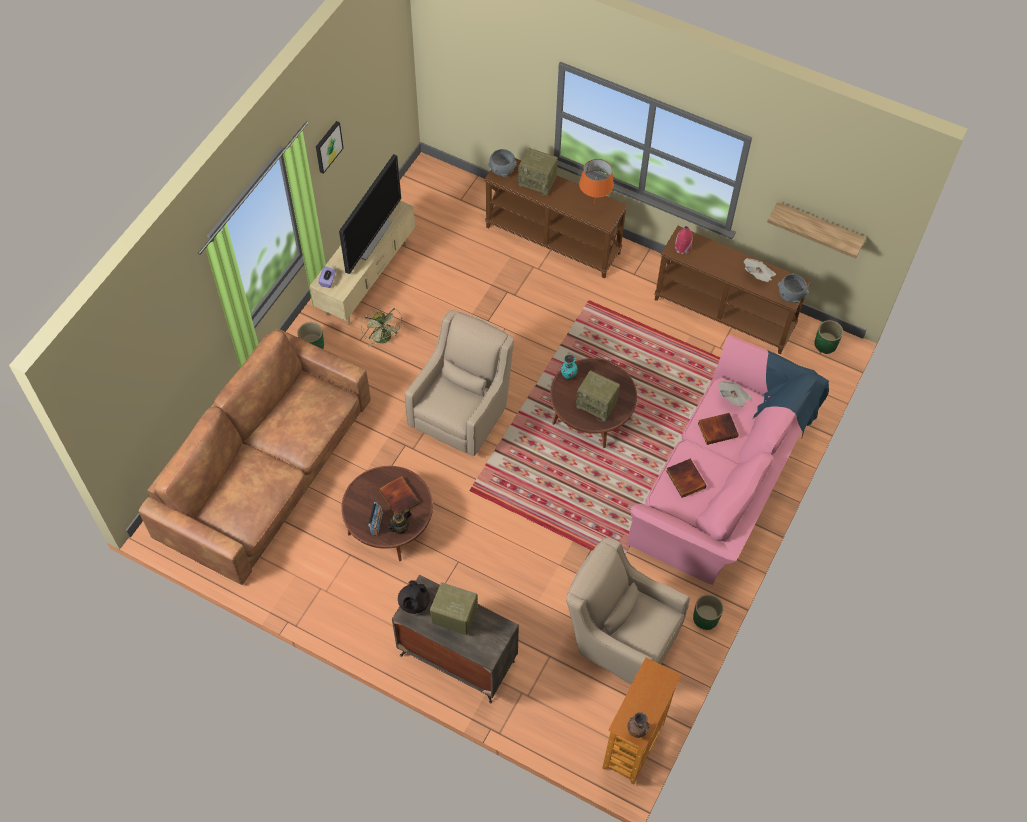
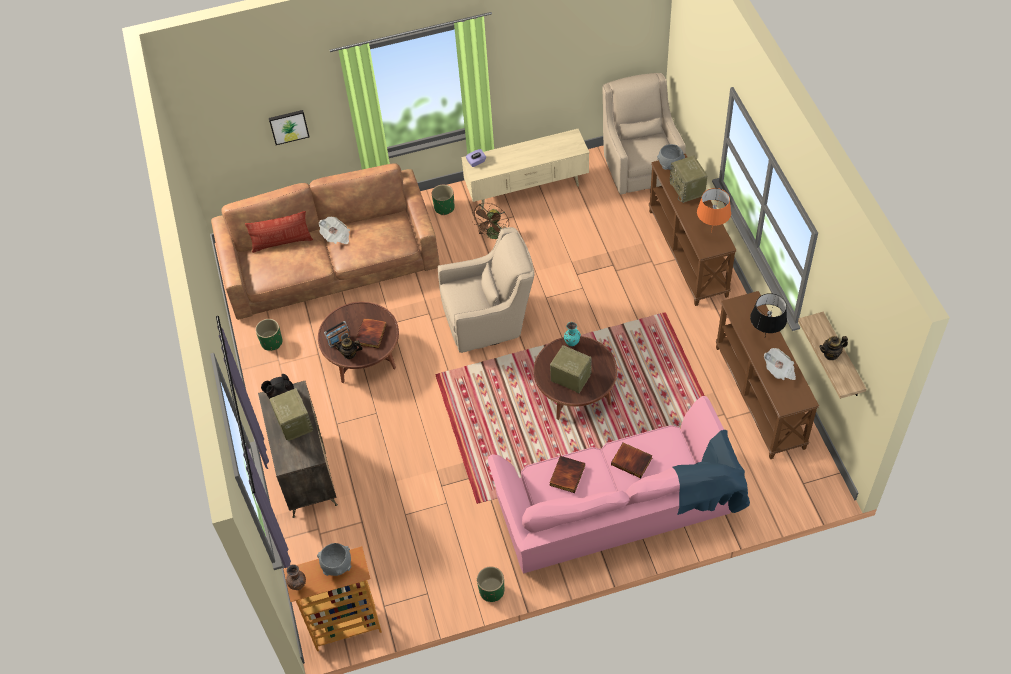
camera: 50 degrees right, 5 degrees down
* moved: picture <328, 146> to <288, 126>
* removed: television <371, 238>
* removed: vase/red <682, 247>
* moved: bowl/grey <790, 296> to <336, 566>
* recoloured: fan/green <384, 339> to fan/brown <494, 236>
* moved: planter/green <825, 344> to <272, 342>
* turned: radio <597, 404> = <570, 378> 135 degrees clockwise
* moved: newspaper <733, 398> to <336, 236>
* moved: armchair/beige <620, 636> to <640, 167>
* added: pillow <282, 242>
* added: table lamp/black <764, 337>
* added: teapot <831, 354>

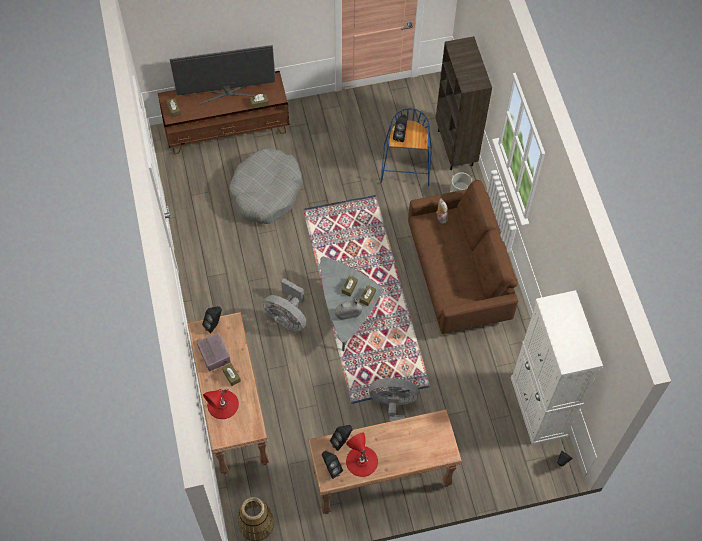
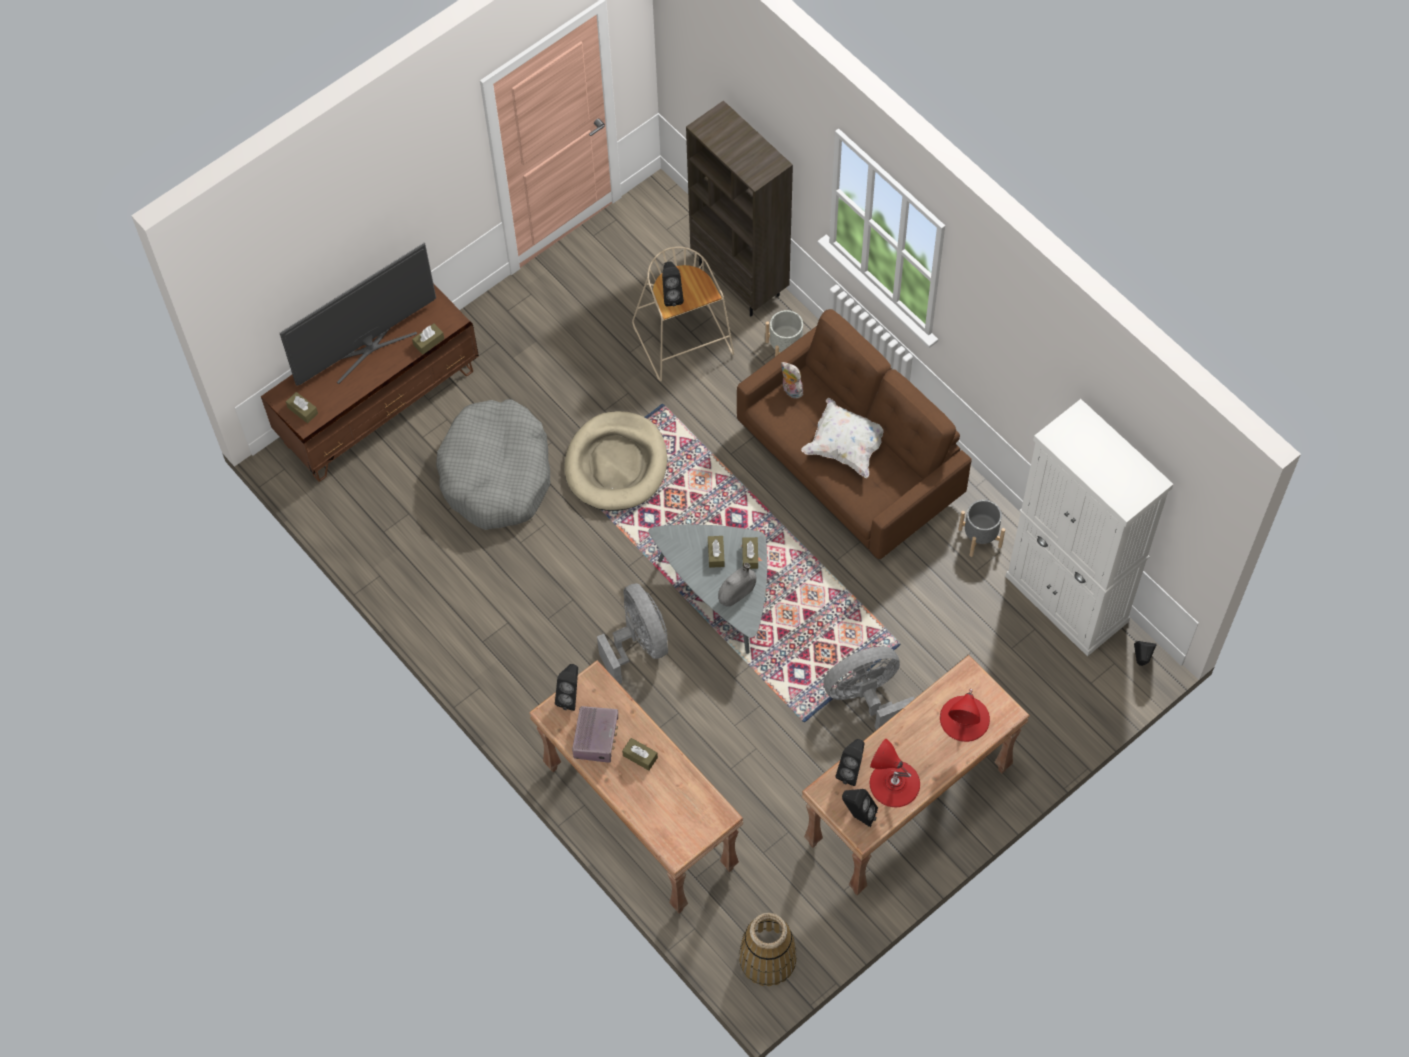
camera: 25 degrees left, 0 degrees up
* recoloured: stool/blue <406, 167> to stool/beige <685, 342>
* turned: fan/grey <287, 317> = <638, 644> 120 degrees counterclockwise
* turned: radio <214, 354> = <596, 738> 60 degrees clockwise
* moved: table lamp/red <223, 404> to <964, 718>
* added: pillow/white <846, 445>
* added: dog bed/beige <616, 464>
* added: planter/grey <980, 537>

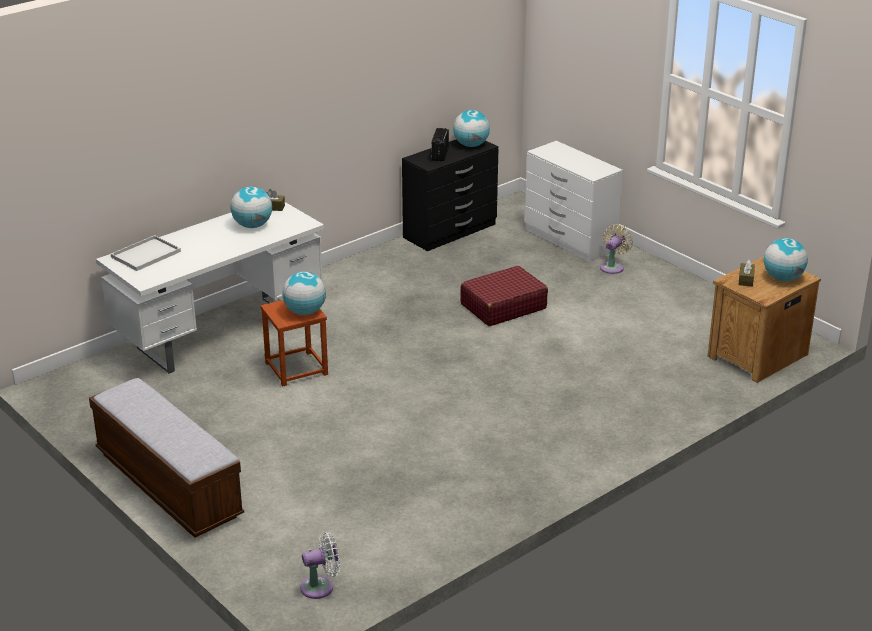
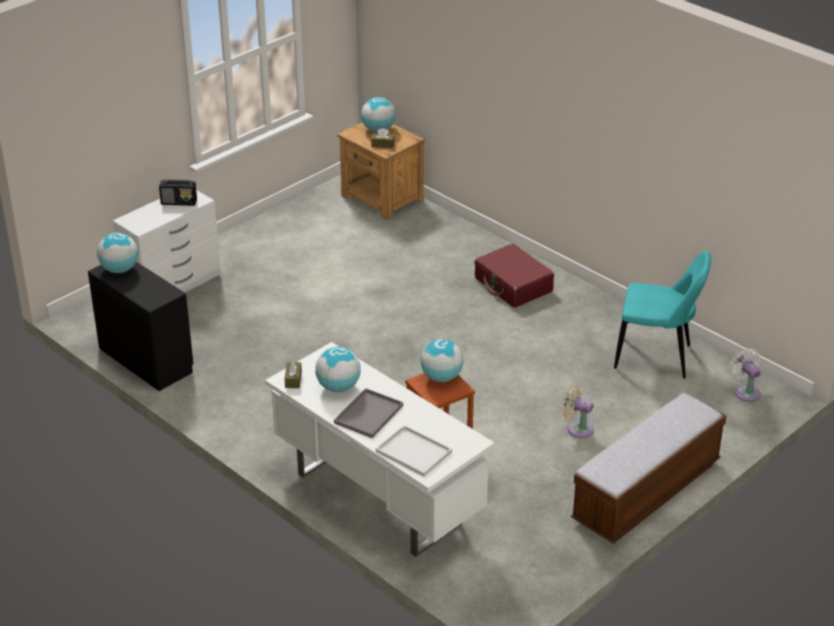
camera: 95 degrees left, 5 degrees up
* moved: radio <440, 154> to <179, 202>
* moved: fan/beige <613, 267> to <577, 428>
* moved: suitcase/red <503, 306> to <513, 285>
* added: chair/turquoise <657, 358>
* added: tray/grey <368, 413>

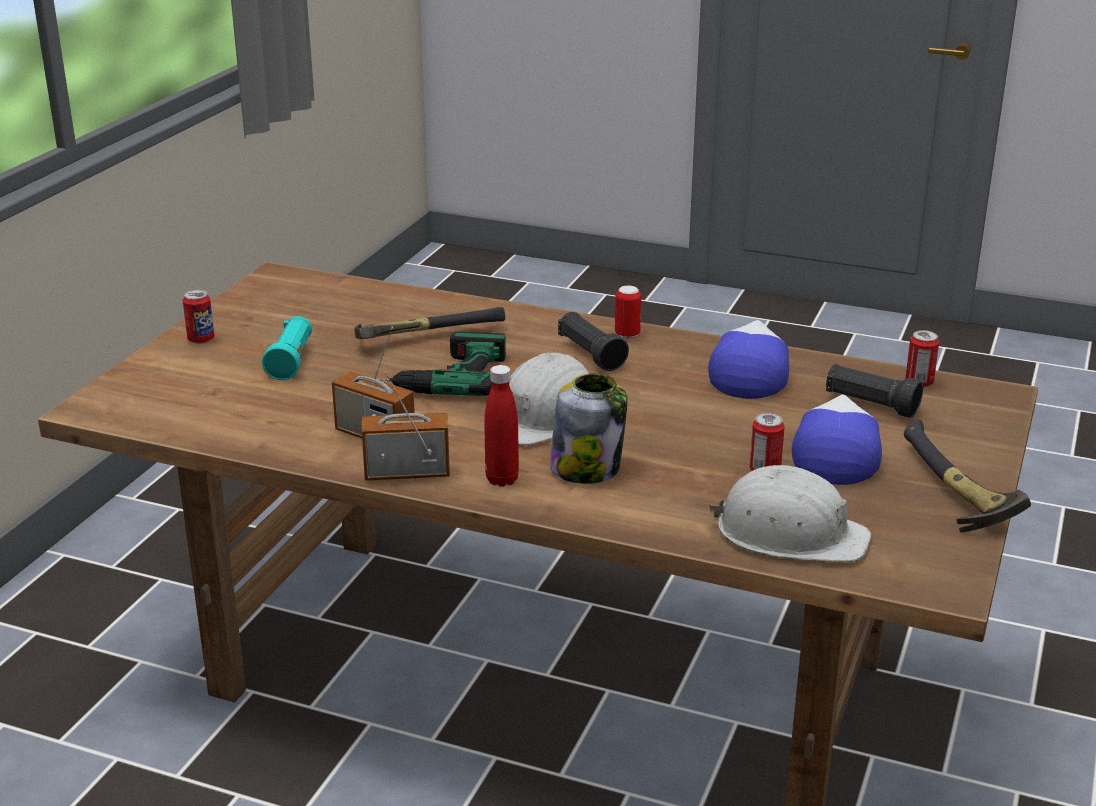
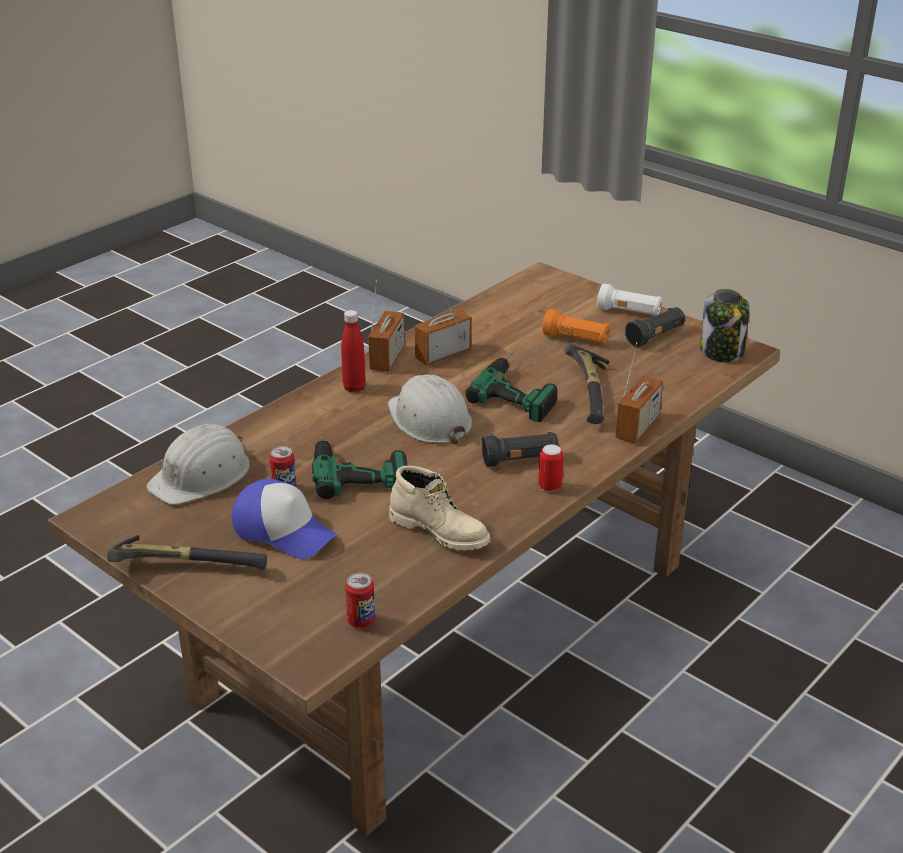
camera: 110 degrees right, 5 degrees up
* replaced: can <201, 340> to flashlight/white <629, 312>
* recoloured: flashlight/turquoise <291, 361> to flashlight/orange <576, 339>
* replaced: cap <750, 372> to boot/beige <440, 531>
* moved: flashlight/black <870, 405> to <655, 337>
* moved: jar <587, 468> to <722, 351>
* added: radio <637, 428>
* added: power drill <358, 467>

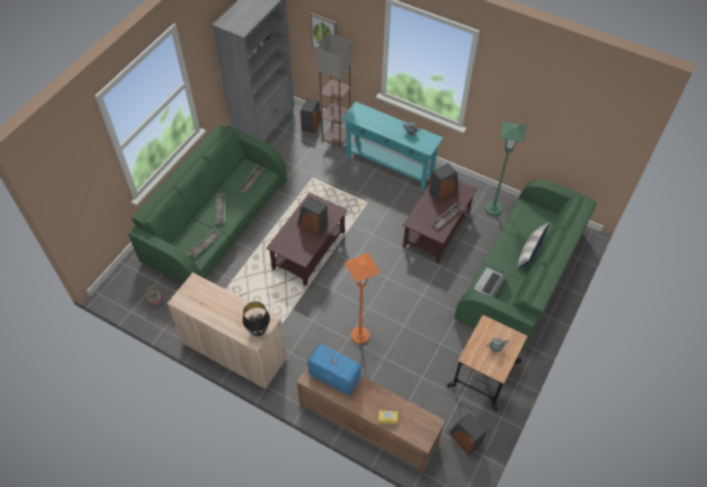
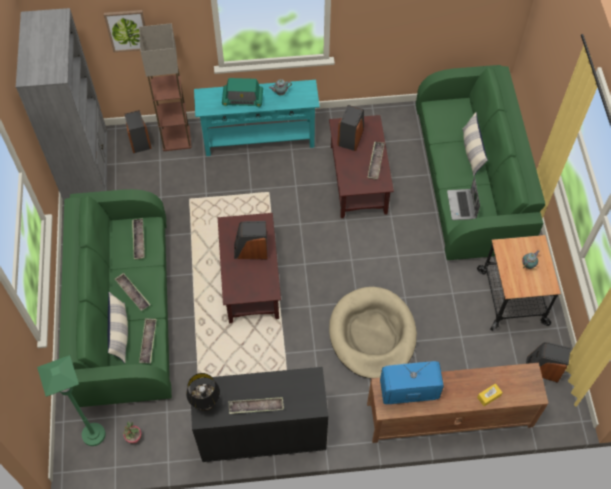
camera: 35 degrees left, 5 degrees up
* moved: floor lamp/green <493, 209> to <93, 434>
* replaced: floor lamp/orange <360, 335> to dog bed/beige <372, 334>
* recoloured: cabinet/beige <234, 350> to cabinet/black <262, 433>
* moved: table lamp/black <258, 331> to <206, 403>
* added: radio <242, 99>
* added: pillow <120, 333>
* added: tray <256, 407>

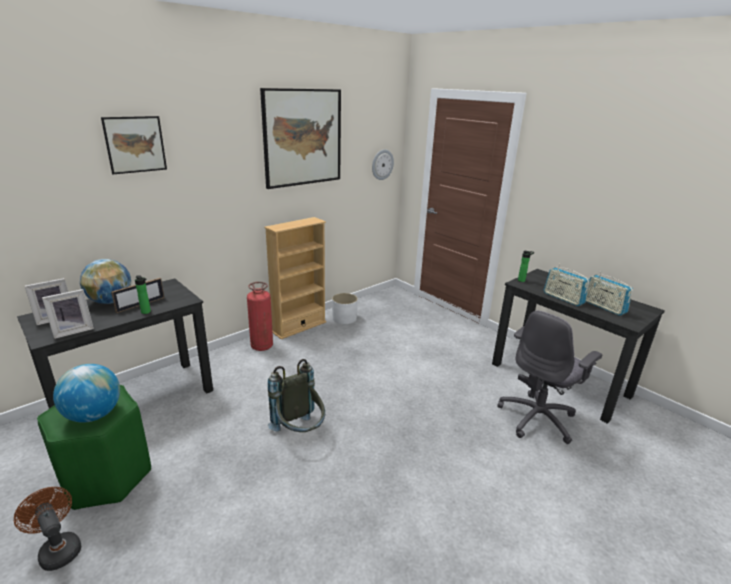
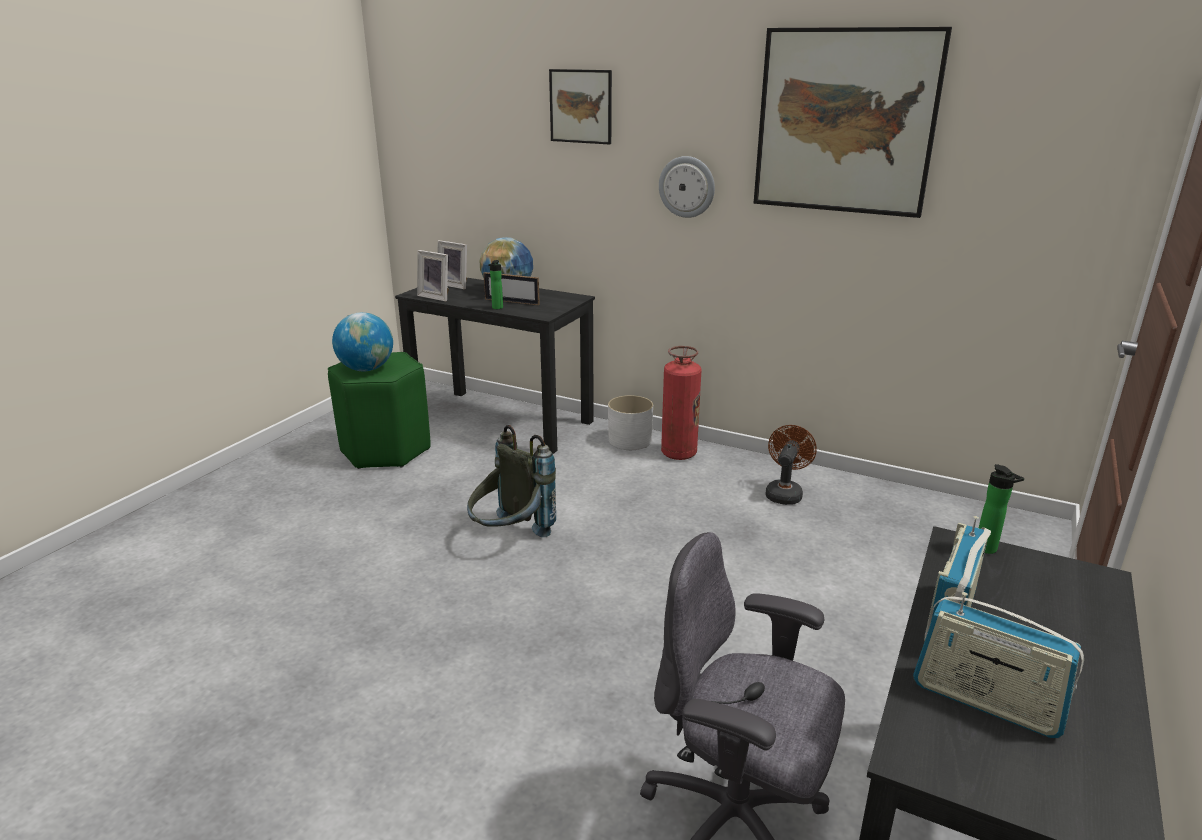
camera: 70 degrees right, 0 degrees up
* moved: wall clock <382, 164> to <687, 187>
* removed: bookcase/beige <299, 327>
* turned: radio <604, 307> = <986, 702> 90 degrees counterclockwise
* moved: planter/white <344, 318> to <630, 440>
* moved: fan/brown <58, 549> to <784, 493>

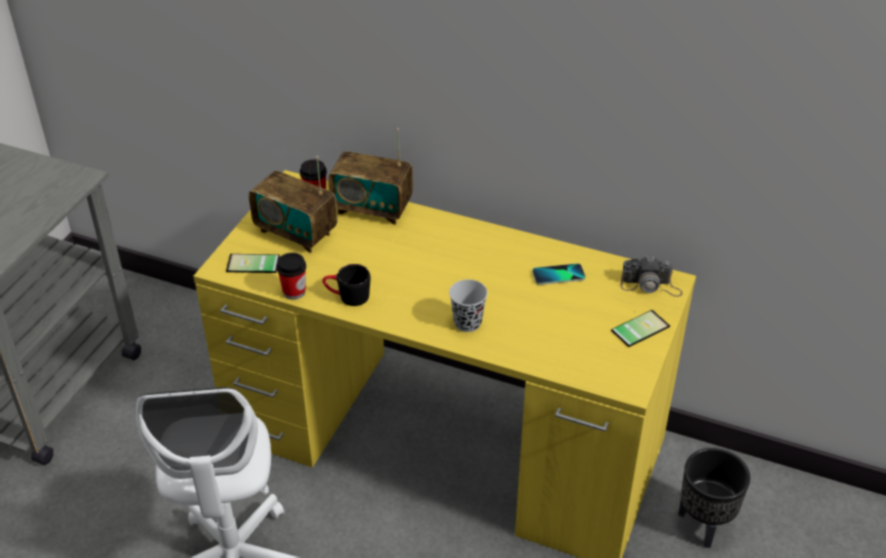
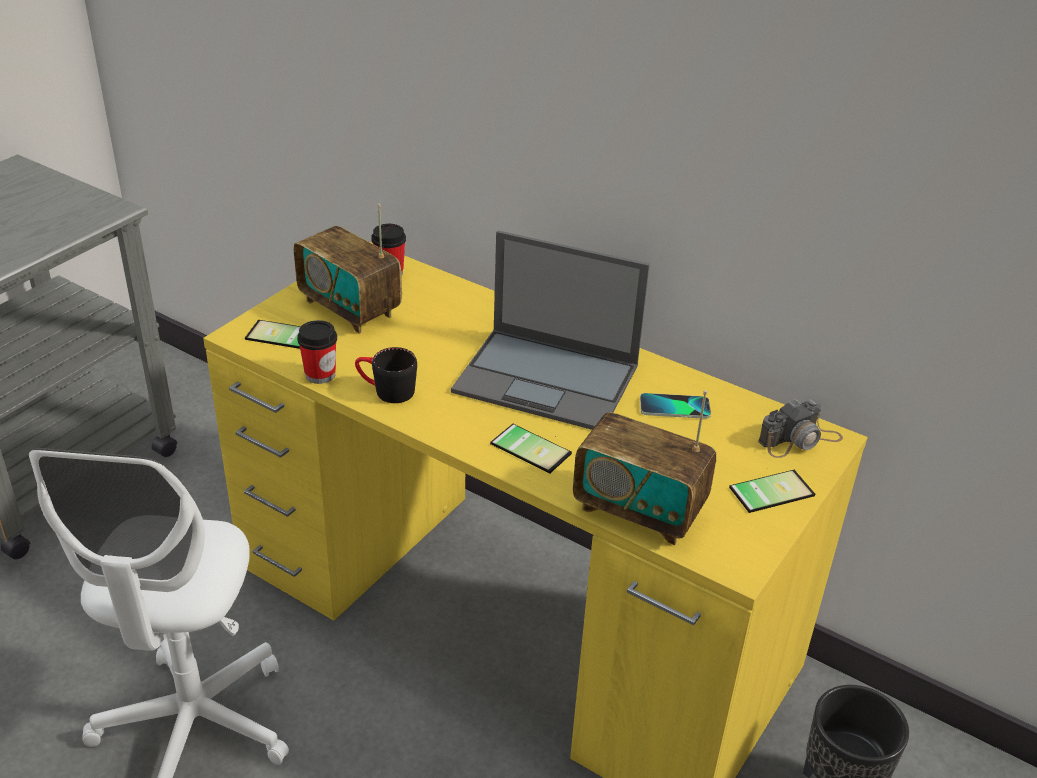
camera: 10 degrees right, 5 degrees down
* moved: radio <372, 208> to <639, 510>
* turned: photo camera <651, 286> = <800, 440> 45 degrees counterclockwise
* replaced: cup/black <467, 323> to phone <533, 446>
* added: laptop <548, 379>

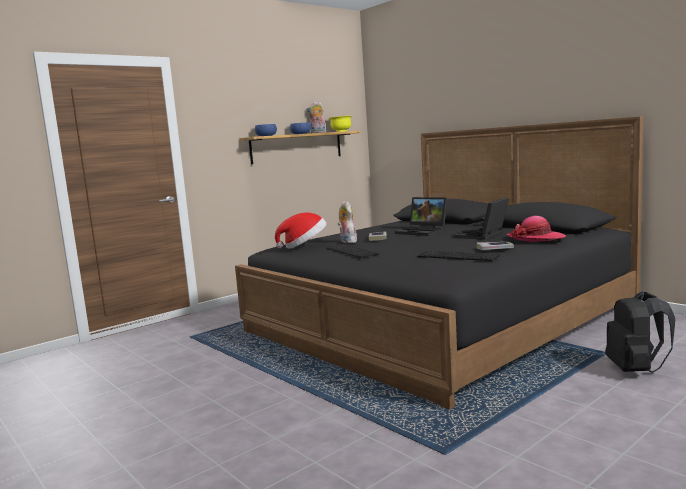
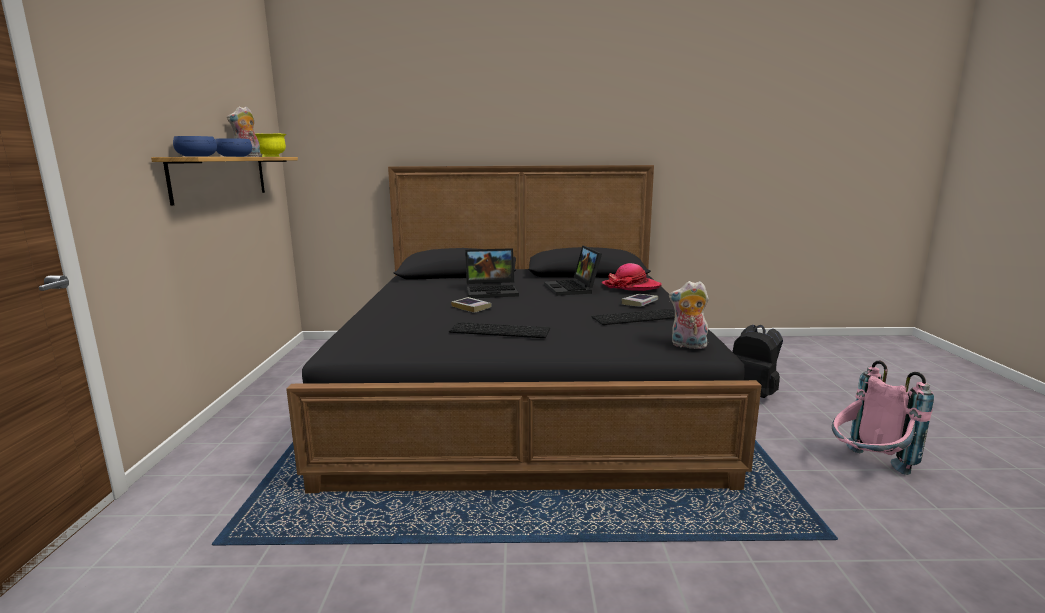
camera: 50 degrees left, 5 degrees up
* moved: plush toy <347, 242> to <687, 346>
* removed: hat <304, 246>
* added: backpack/pink <867, 468>

